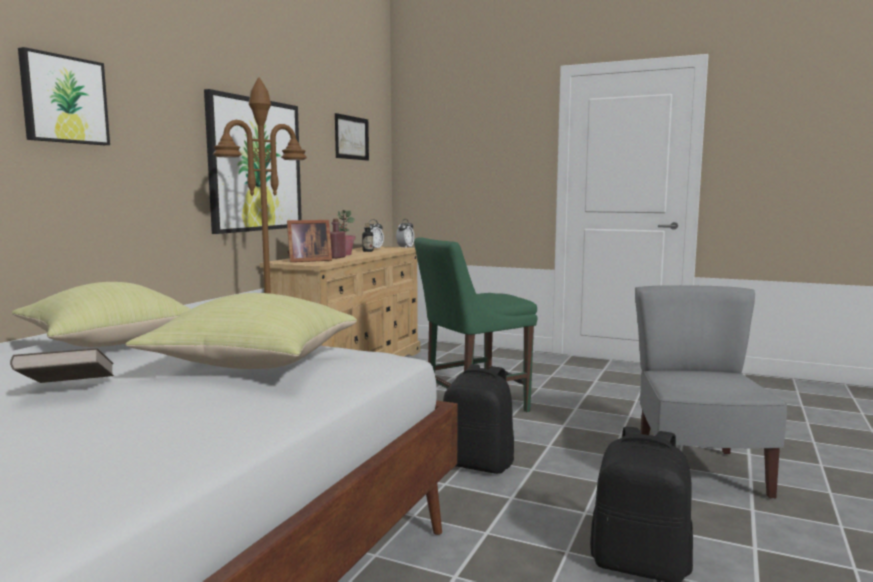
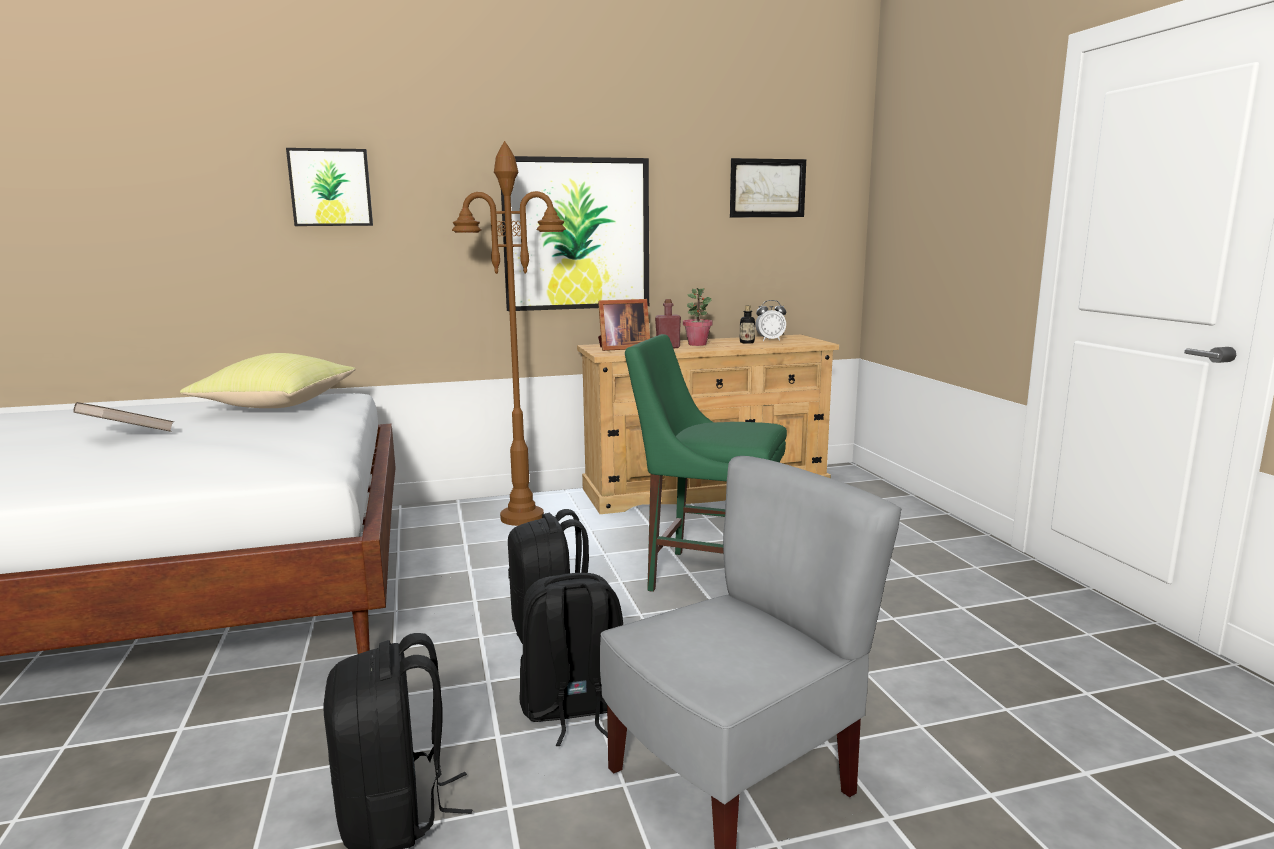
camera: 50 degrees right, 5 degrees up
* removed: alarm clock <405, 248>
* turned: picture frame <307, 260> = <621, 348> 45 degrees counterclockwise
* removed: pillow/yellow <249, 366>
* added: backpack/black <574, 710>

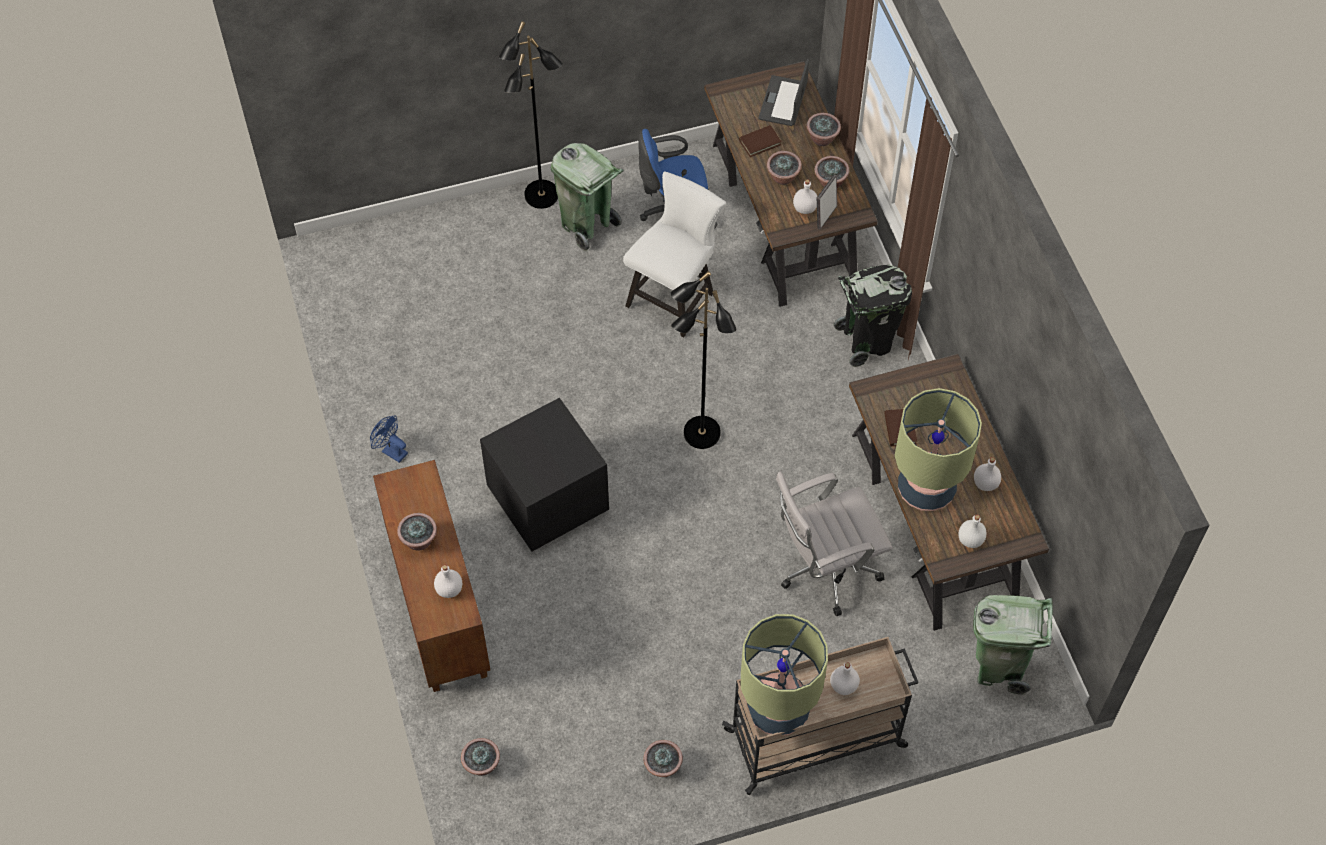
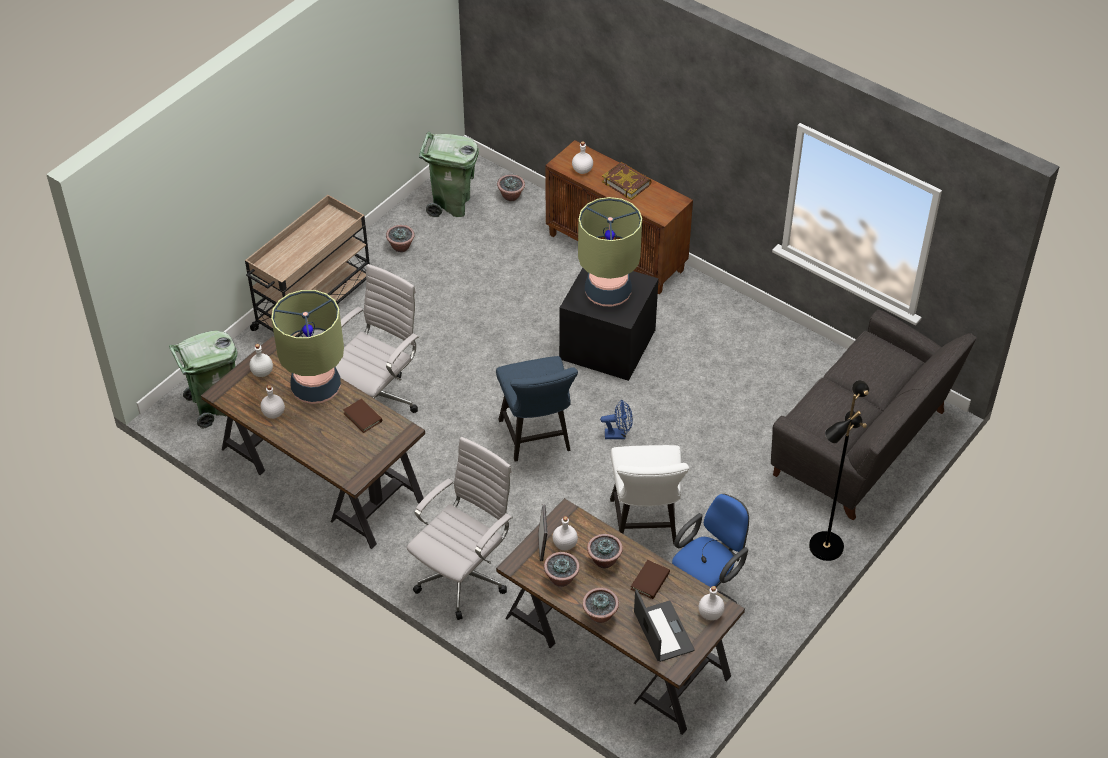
camera: 145 degrees right, 10 degrees down
* moved: trash can/green <587, 225> to <452, 205>
* replaced: trash can/black <866, 341> to office chair/white <464, 576>
* replaced: floor lamp/black <701, 434> to chair/blue <537, 439>
* moved: fan/blue <391, 451> to <618, 434>
* replaced: potted plant <419, 541> to book <626, 183>
* moved: table lamp <777, 709> to <608, 293>
* moved: bottle/white <843, 686> to <711, 613>
* added: sofa/grey <862, 444>

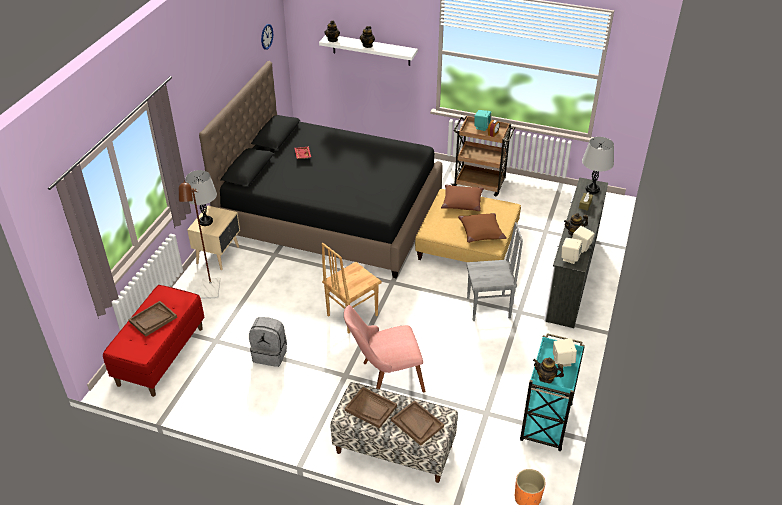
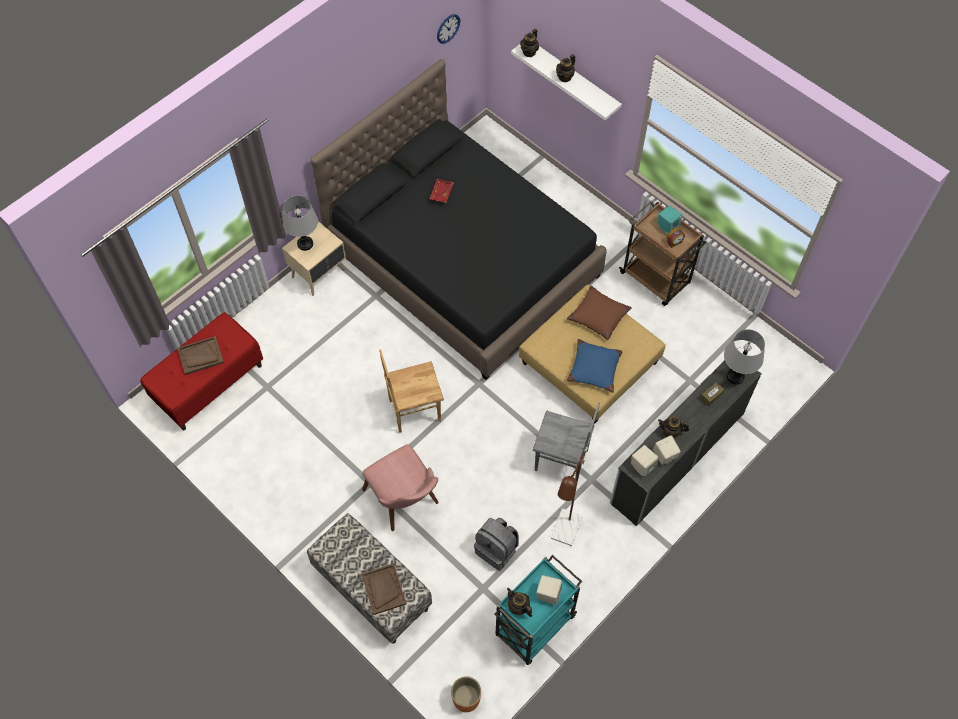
camera: 25 degrees right, 20 degrees up
* moved: floor lamp/brown <209, 293> to <564, 534>
* recoloured: pillow/brown <481, 232> to pillow/blue <594, 369>
* turned: chair/pink <384, 378> = <406, 503> 135 degrees counterclockwise
* moved: backpack/grey <270, 354> to <497, 549>
* removed: tray/brown <371, 408>

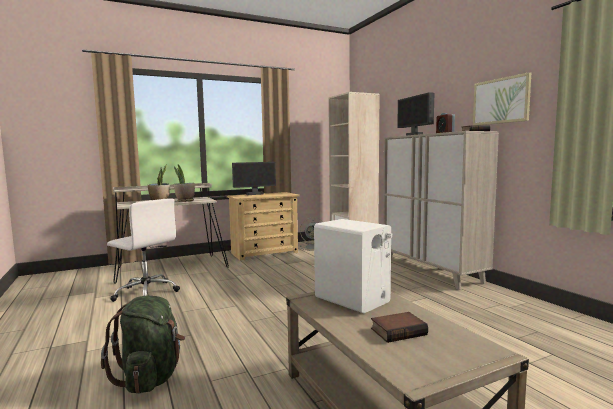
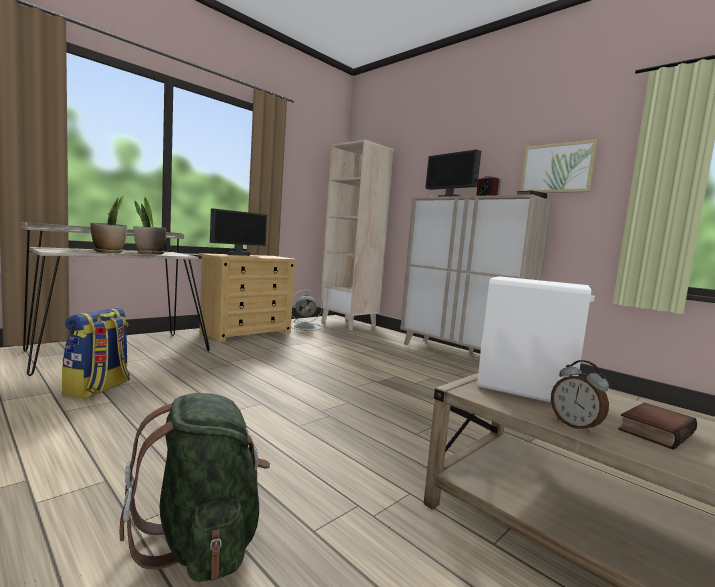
camera: 20 degrees left, 0 degrees up
* replaced: office chair/white <146, 292> to backpack <98, 389>
* added: alarm clock <575, 426>

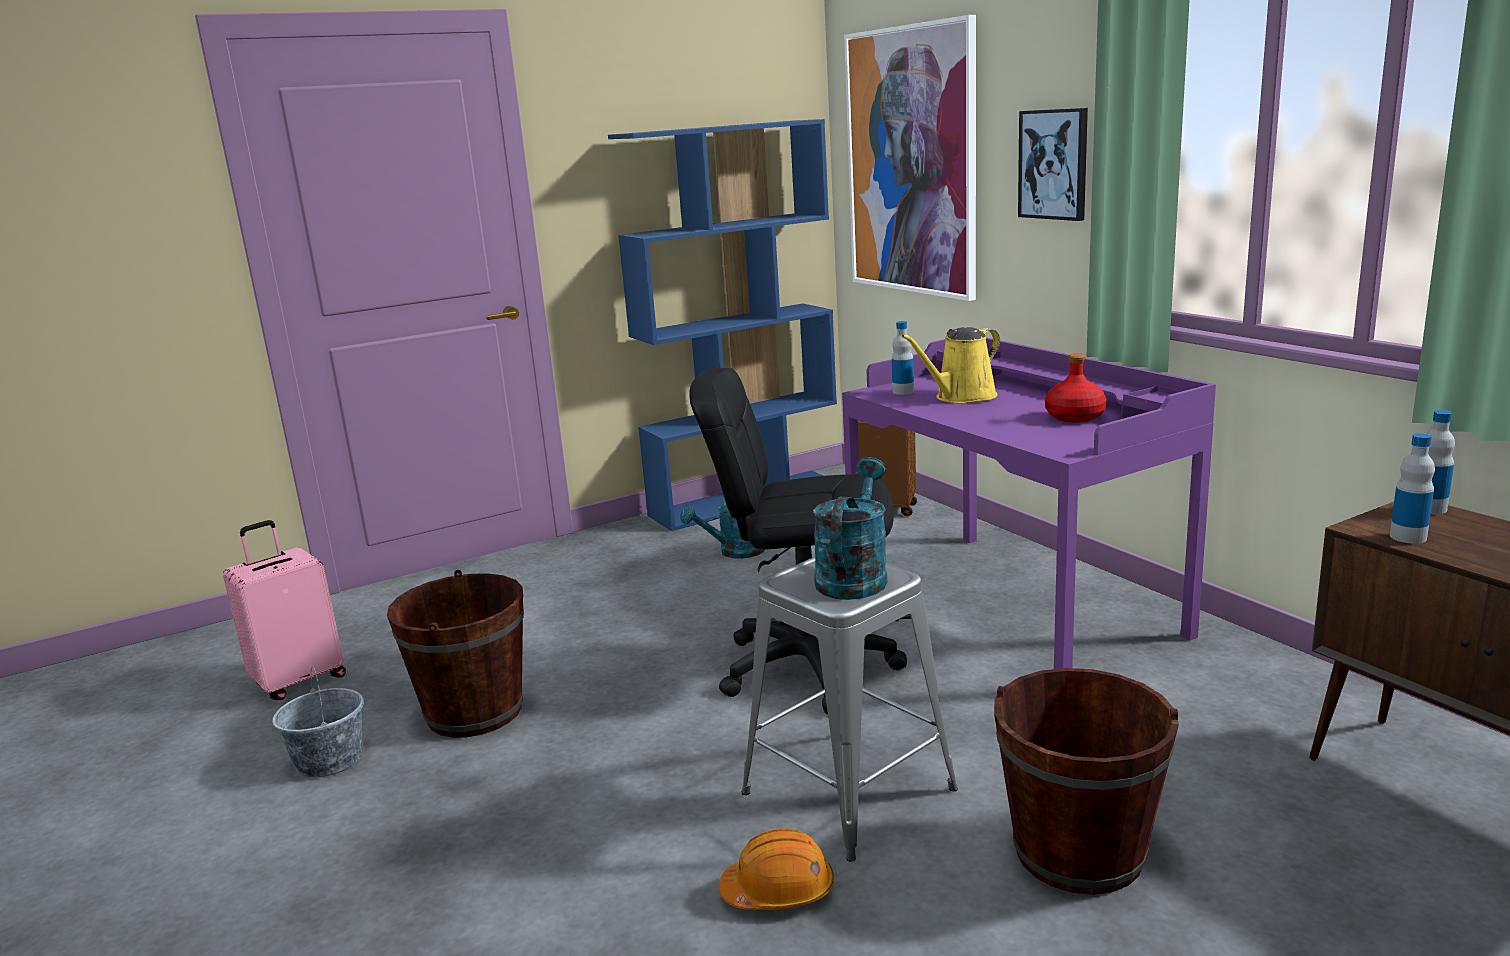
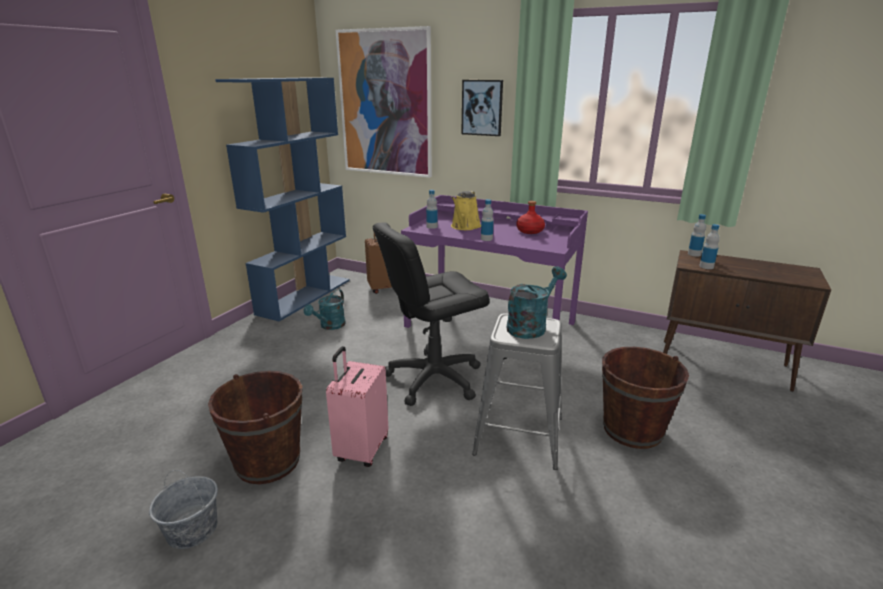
camera: 35 degrees left, 5 degrees up
* turned: watering can/turquoise <854, 576> = <530, 326> 60 degrees clockwise
* moved: suitcase/pink <299, 681> to <361, 449>
* removed: hard hat/orange <779, 890>
* added: bottle <486, 239>

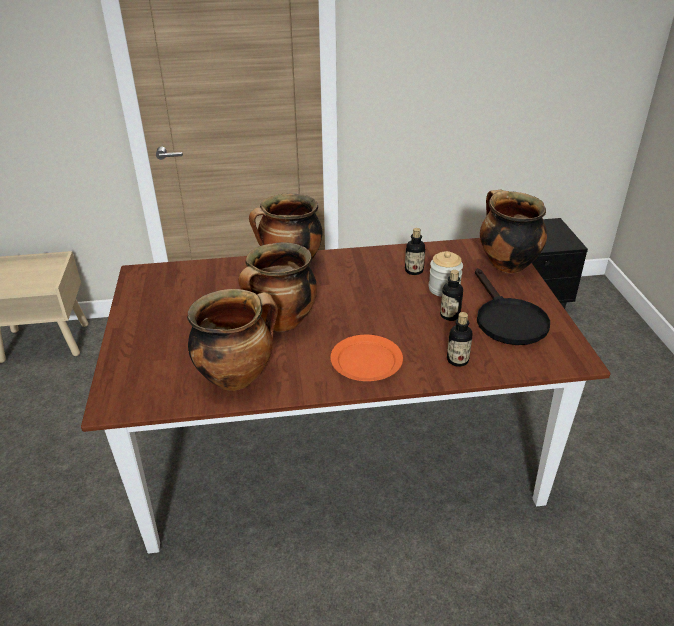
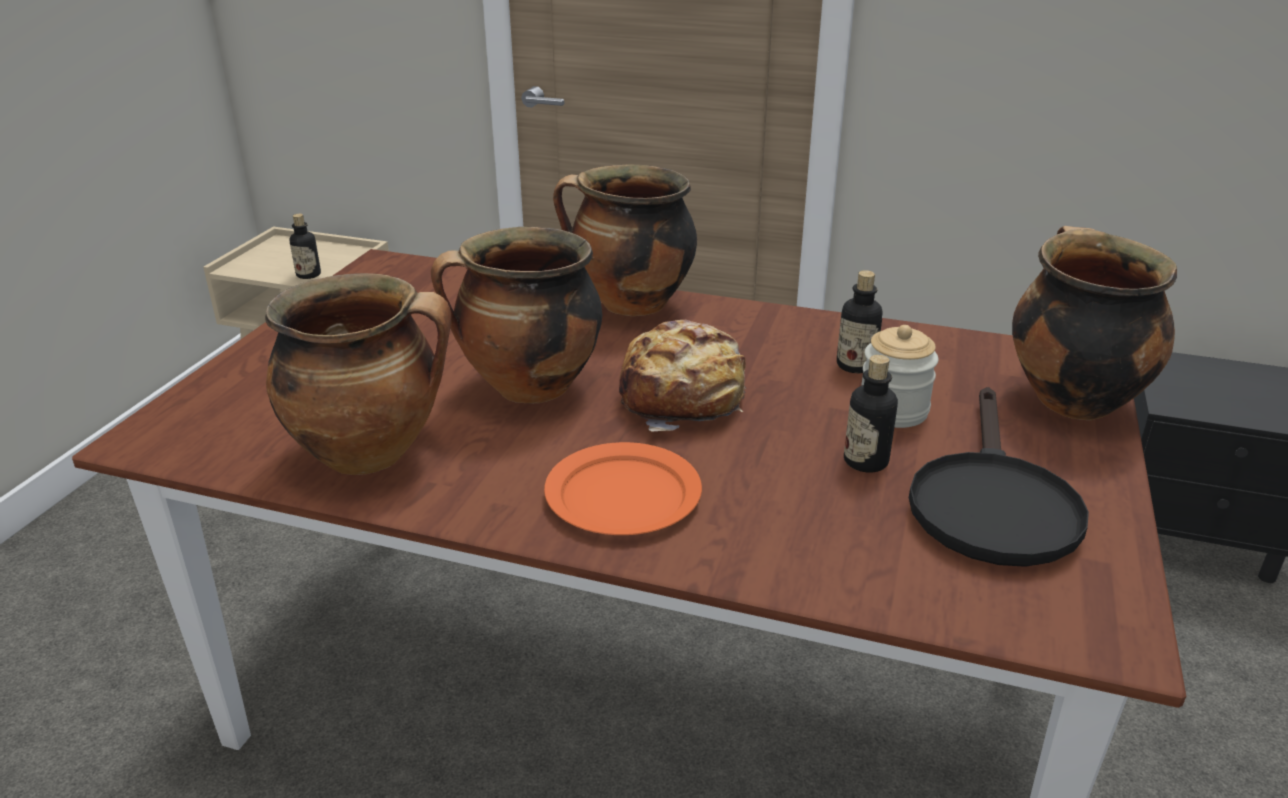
camera: 25 degrees right, 5 degrees down
* moved: bottle <457, 360> to <308, 275>
* added: bread <683, 397>

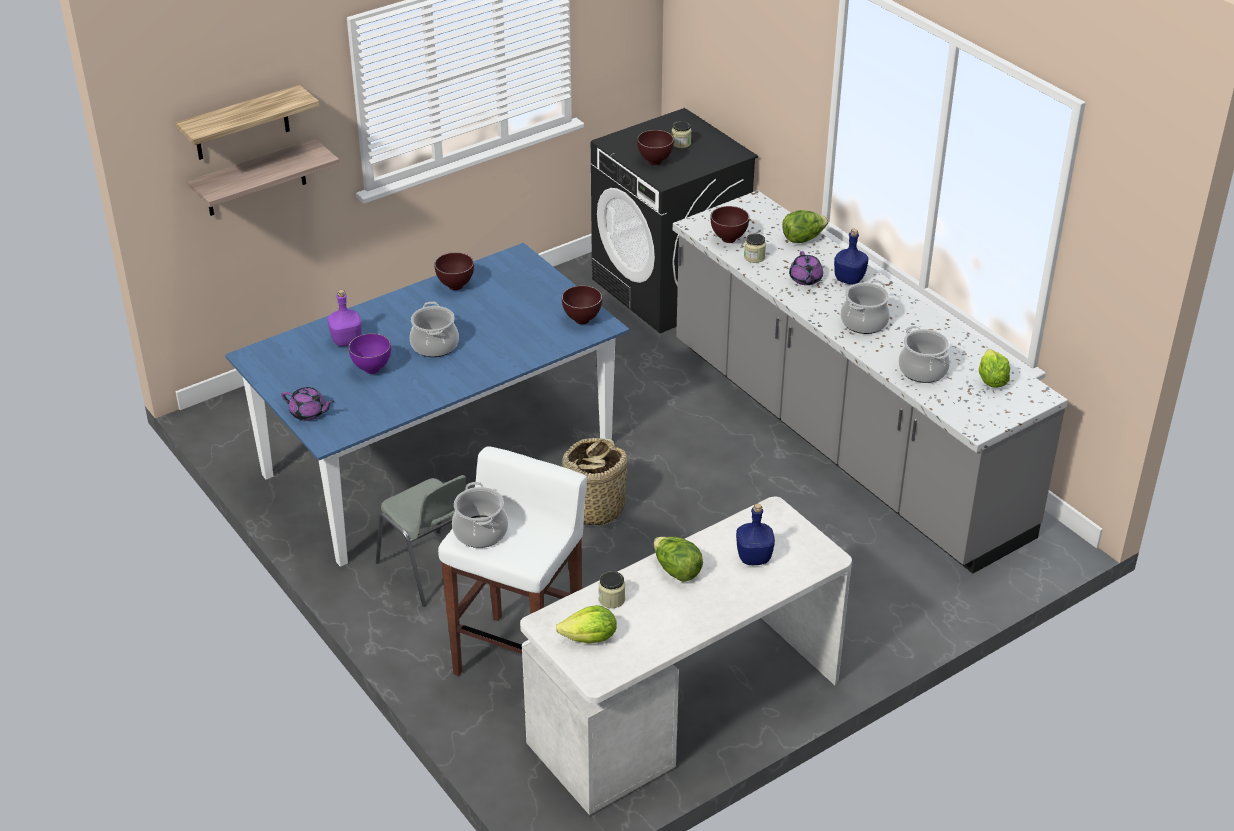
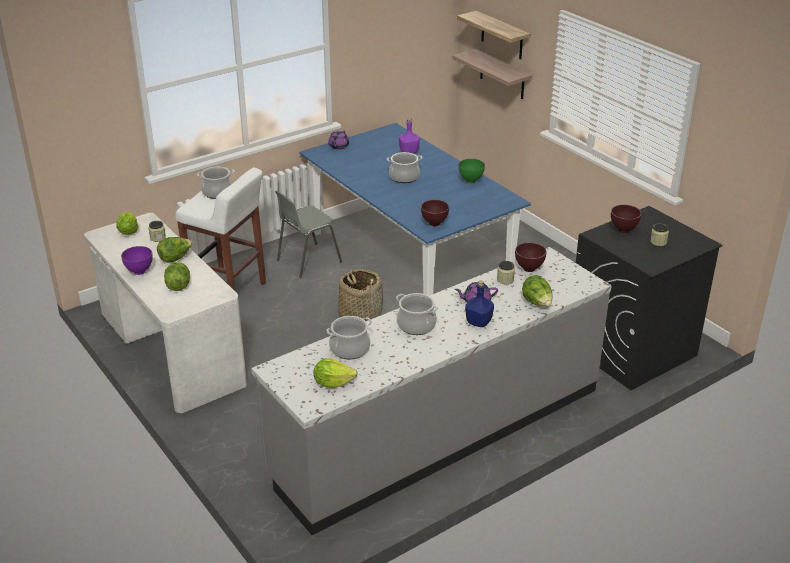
camera: 90 degrees right, 5 degrees down
* recoloured: bowl/brown <454, 286> to bowl/green <470, 181>
* moved: bowl/purple <372, 370> to <138, 272>
* replaced: bottle/blue <754, 558> to lettuce <178, 285>

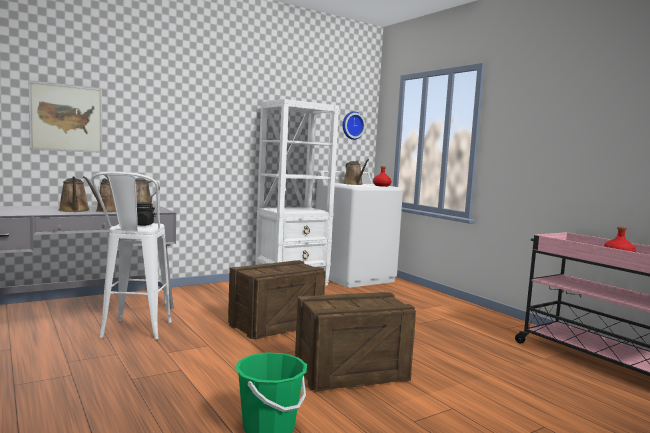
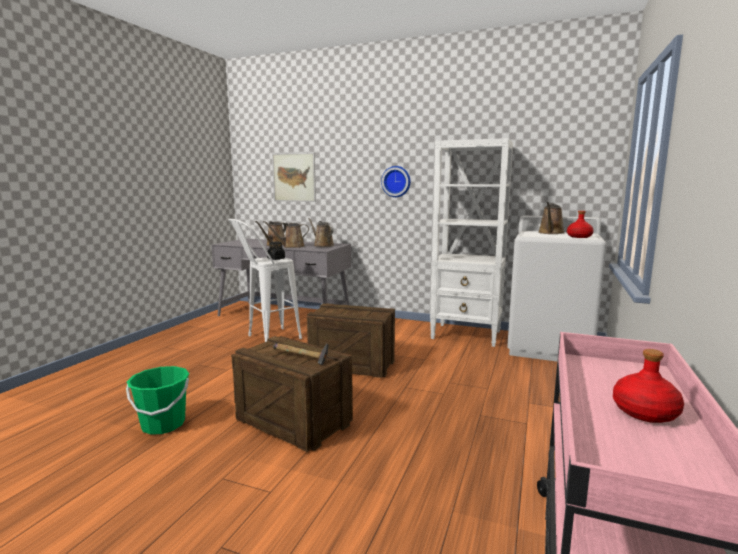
camera: 55 degrees right, 5 degrees up
* moved: wall clock <352, 125> to <396, 181>
* added: hammer <301, 358>

